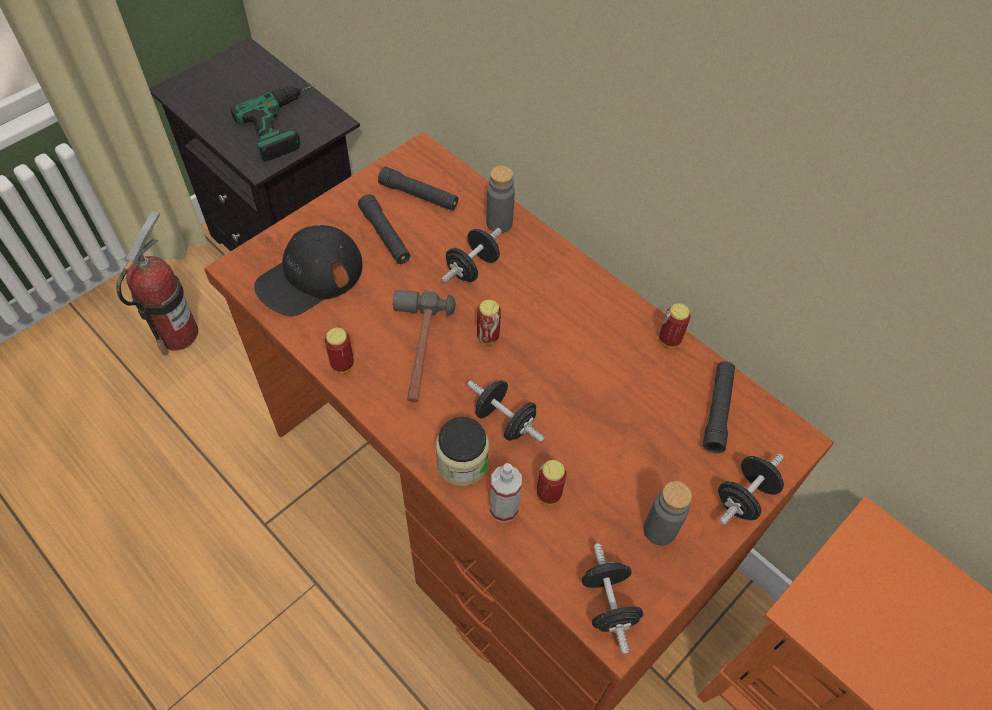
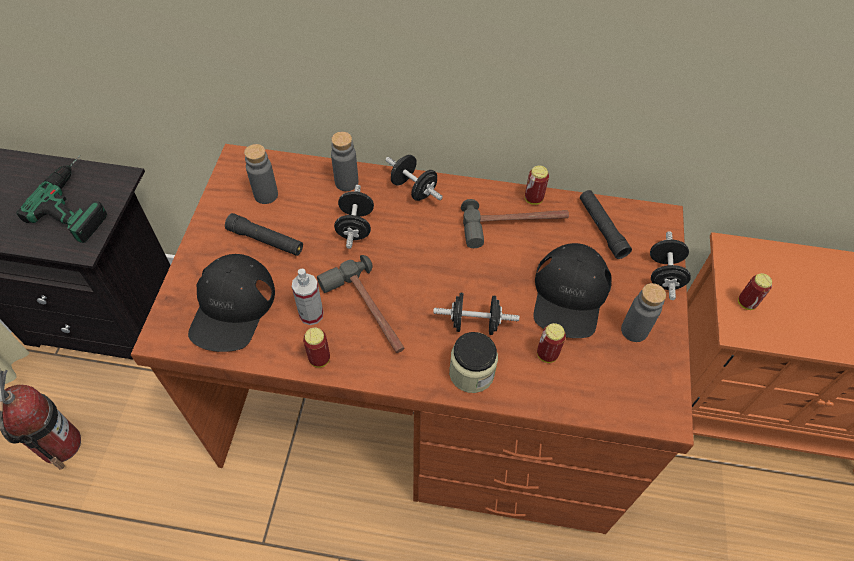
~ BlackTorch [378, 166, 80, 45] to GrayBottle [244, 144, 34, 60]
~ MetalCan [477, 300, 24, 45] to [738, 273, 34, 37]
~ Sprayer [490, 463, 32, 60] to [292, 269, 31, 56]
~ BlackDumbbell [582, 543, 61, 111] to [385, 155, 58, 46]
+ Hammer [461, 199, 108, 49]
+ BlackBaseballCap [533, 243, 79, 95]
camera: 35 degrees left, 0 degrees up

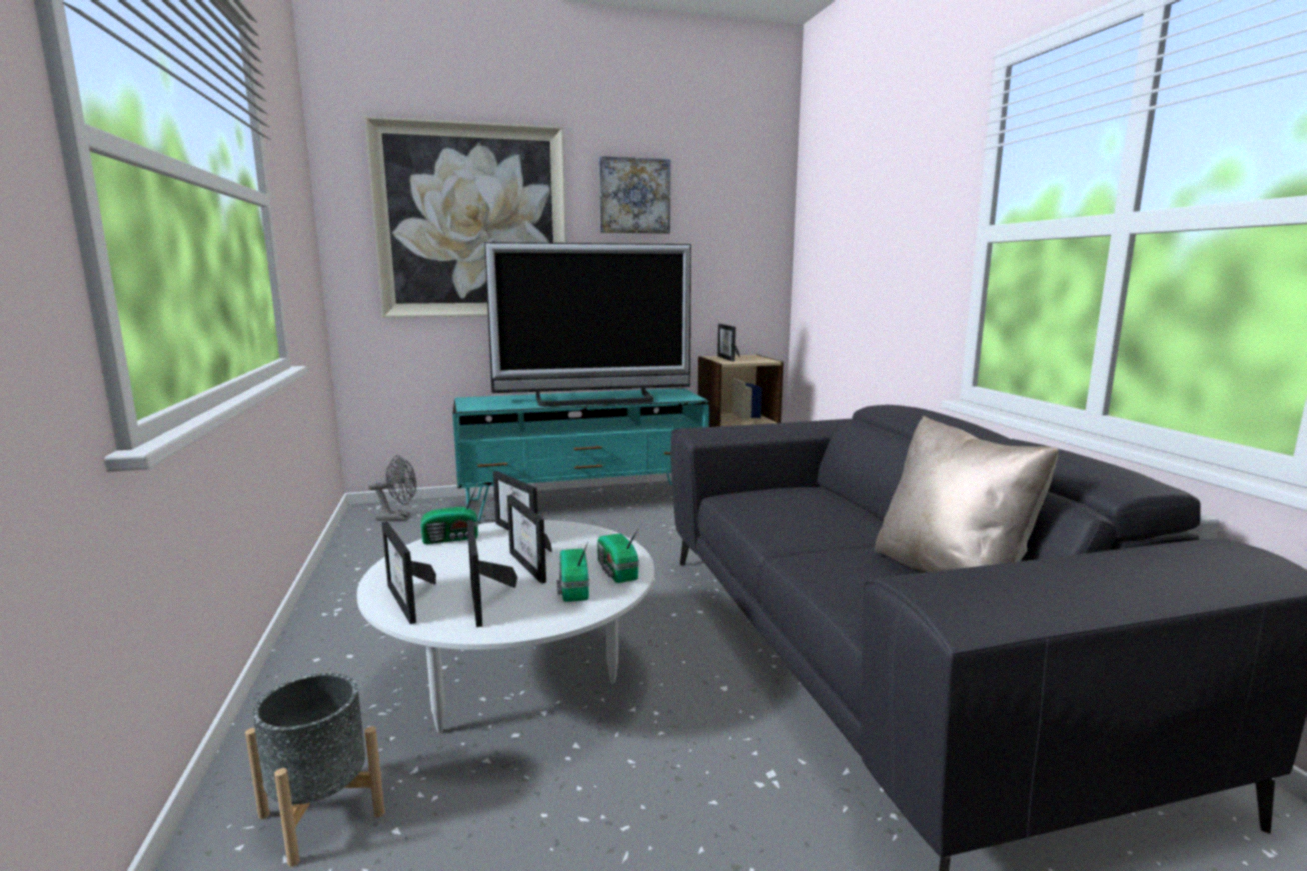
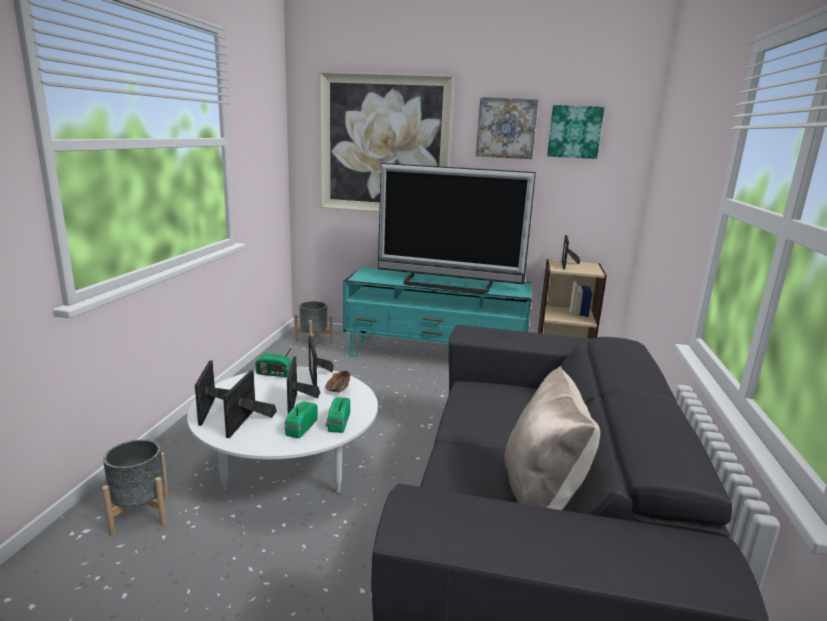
~ GrayElectricFan [368, 455, 48, 66] to GrayFlowerPot [294, 301, 38, 42]
+ Bowl [326, 371, 24, 21]
+ WallPicture [547, 105, 57, 54]
camera: 25 degrees right, 5 degrees up

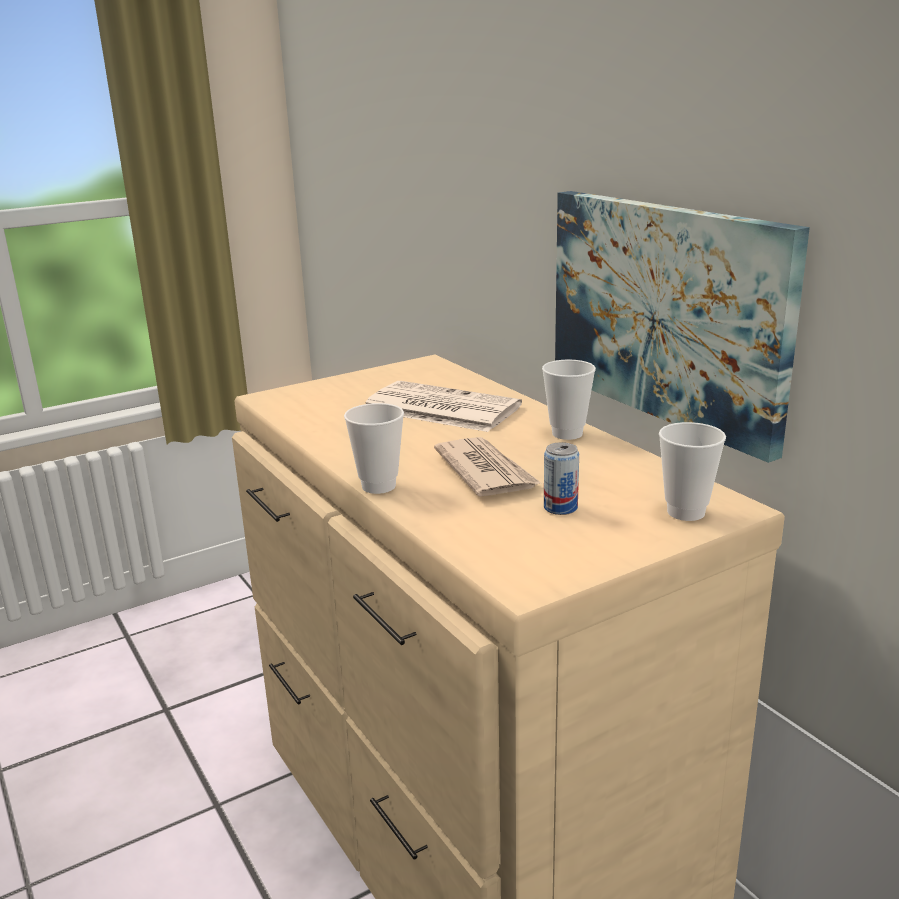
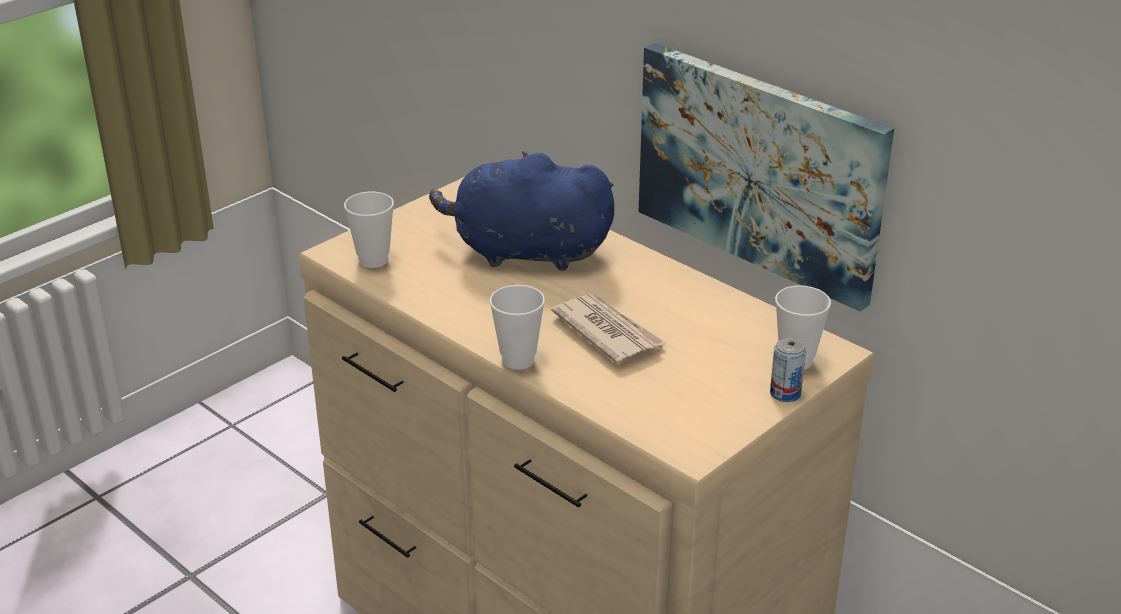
~ Newspaper [365, 381, 157, 51] to BluishPlushToy [429, 151, 185, 120]
~ Cup [542, 359, 54, 81] to [344, 192, 50, 76]
~ MetalCan [544, 442, 35, 73] to [770, 338, 36, 64]
camera: 15 degrees left, 10 degrees up

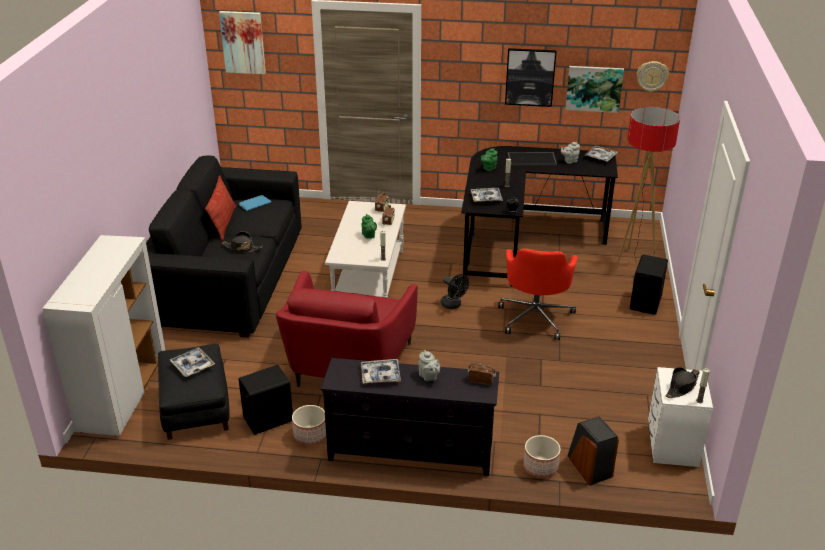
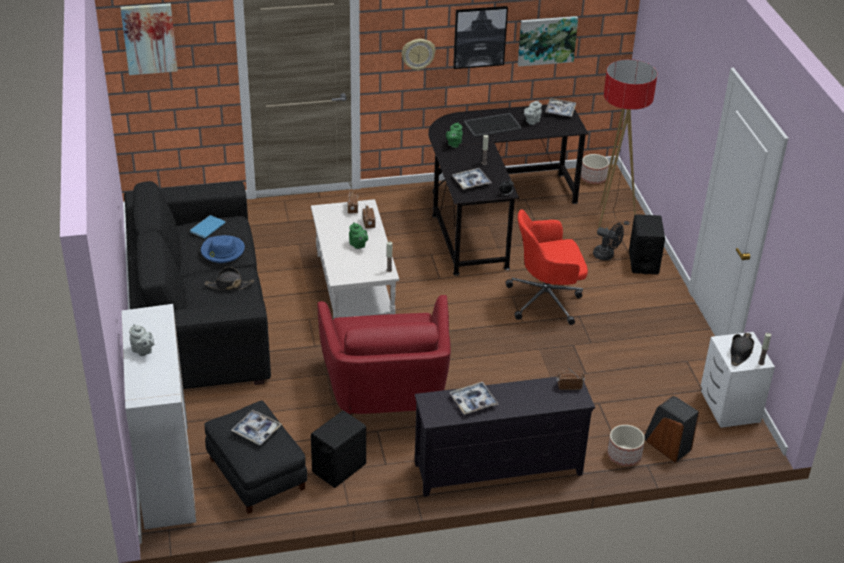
- Cushion [205, 175, 31, 66]
~ FlowerPot [292, 405, 34, 40] to [581, 154, 28, 30]
~ GrayTeapot [418, 350, 22, 31] to [129, 324, 25, 32]
~ BlackElectricFan [441, 274, 28, 35] to [593, 223, 31, 38]
~ ReddishOfficeChair [498, 248, 80, 92] = [505, 210, 83, 115] 90 degrees clockwise
~ WallClock [637, 61, 32, 31] to [402, 39, 34, 32]
+ BluishClothingHat [201, 235, 44, 28]
camera: 20 degrees left, 5 degrees up

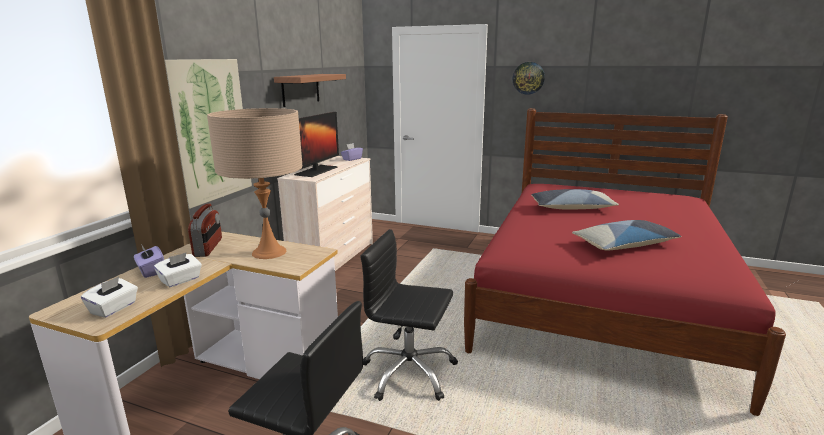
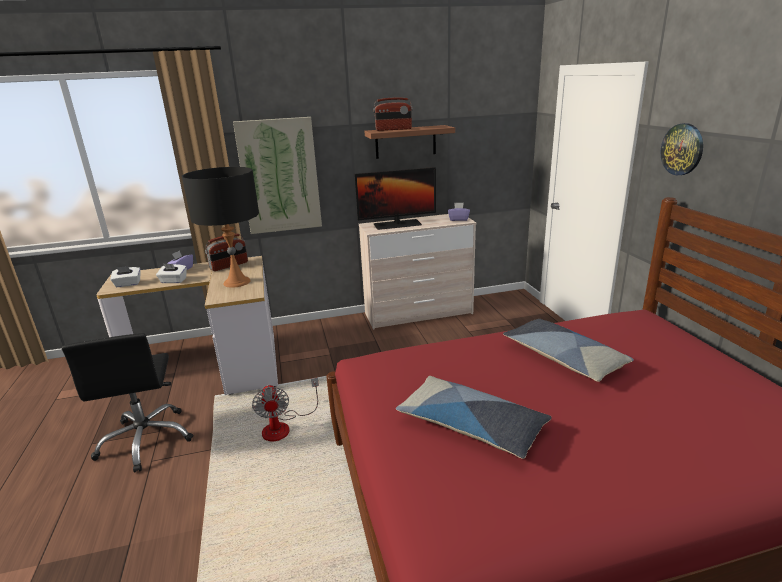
~ BeigeTableLamp [207, 108, 95, 151] to BlackTableLamp [182, 167, 77, 121]
~ BlackOfficeChair [360, 229, 98, 172] to ElectricFan [252, 378, 67, 63]
+ RadioSet [373, 97, 40, 34]
camera: 55 degrees right, 5 degrees up

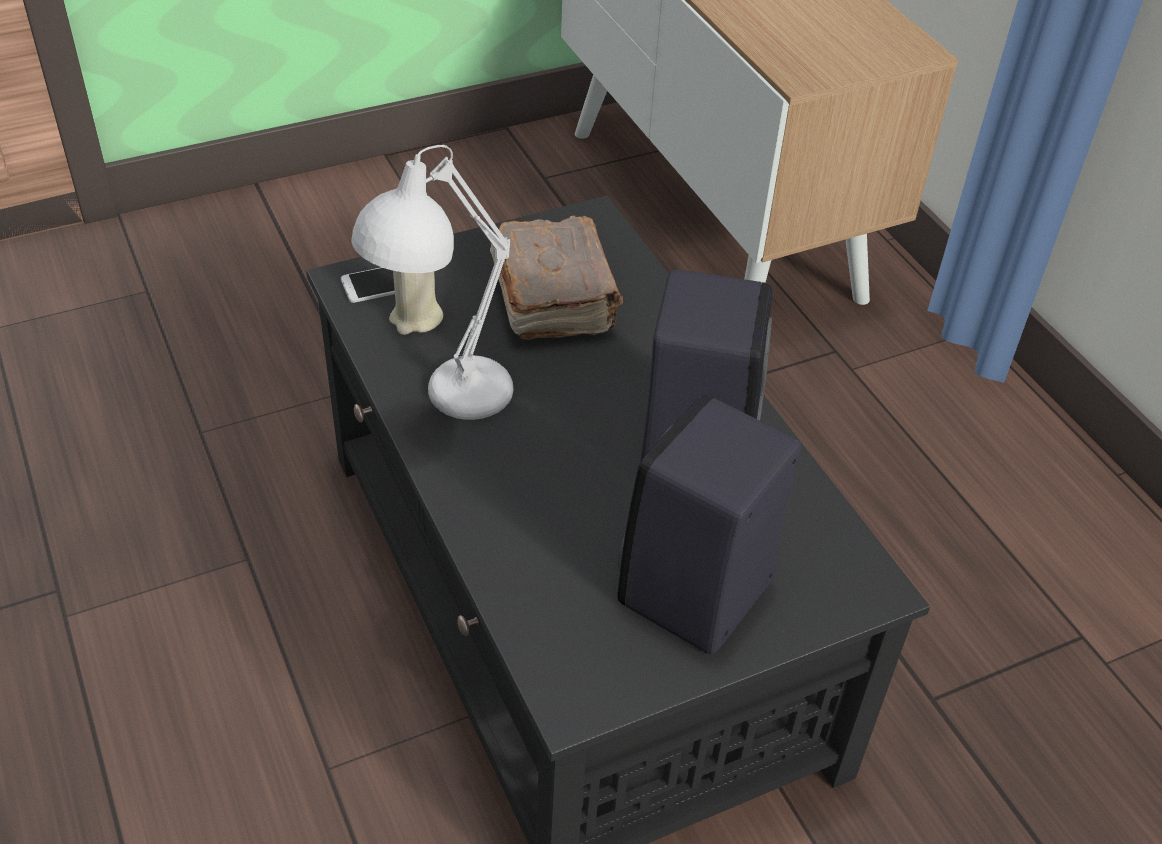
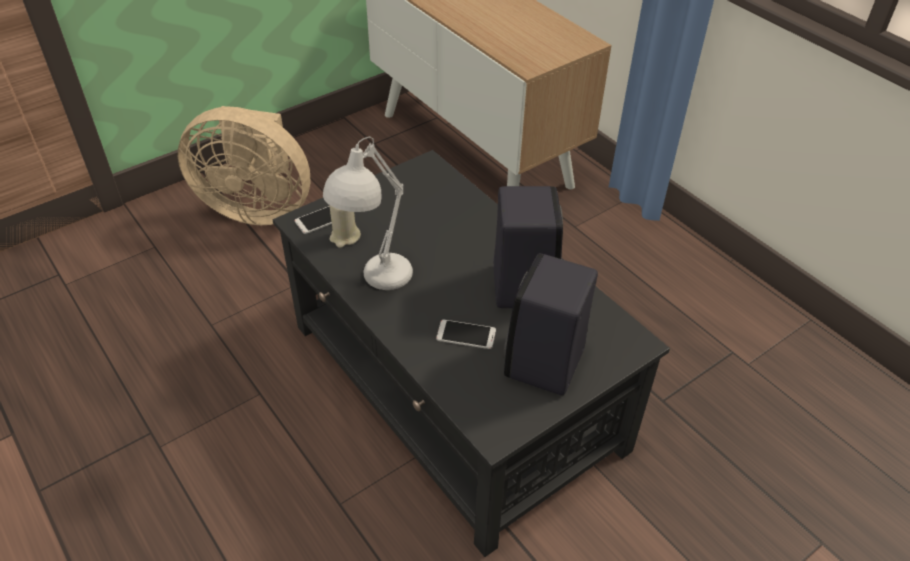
- BrownColouredBook [490, 216, 133, 124]
+ BeigeElectricFan [178, 106, 133, 119]
+ Handset [436, 320, 60, 29]
camera: 10 degrees left, 0 degrees up

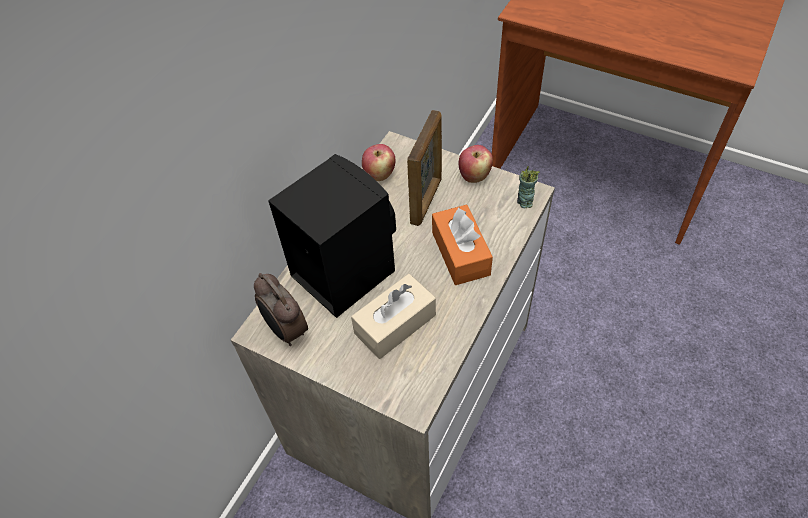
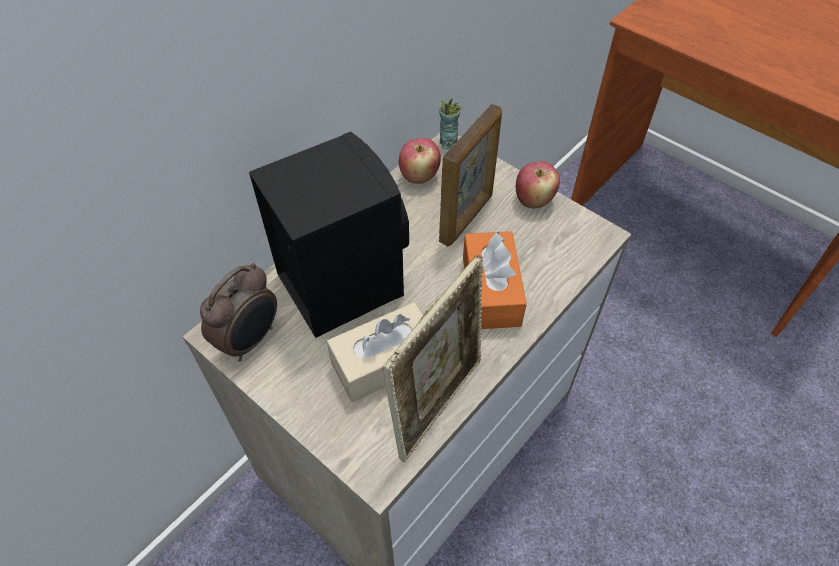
~ AlarmClock [254, 273, 54, 73] = [200, 263, 77, 98] 120 degrees counterclockwise
~ Cup [517, 166, 23, 42] to [439, 99, 24, 51]
+ PhotoFrame [382, 255, 101, 207]
camera: 10 degrees right, 0 degrees up

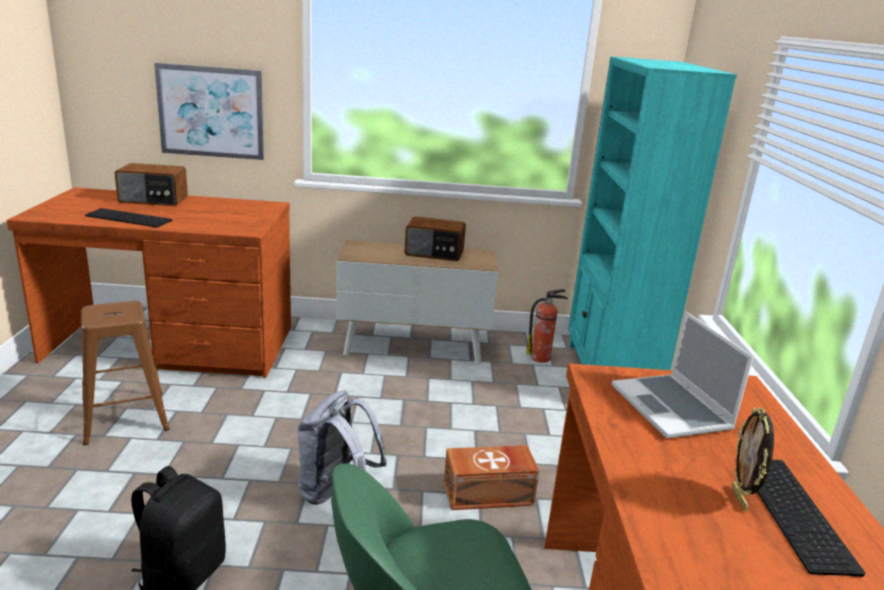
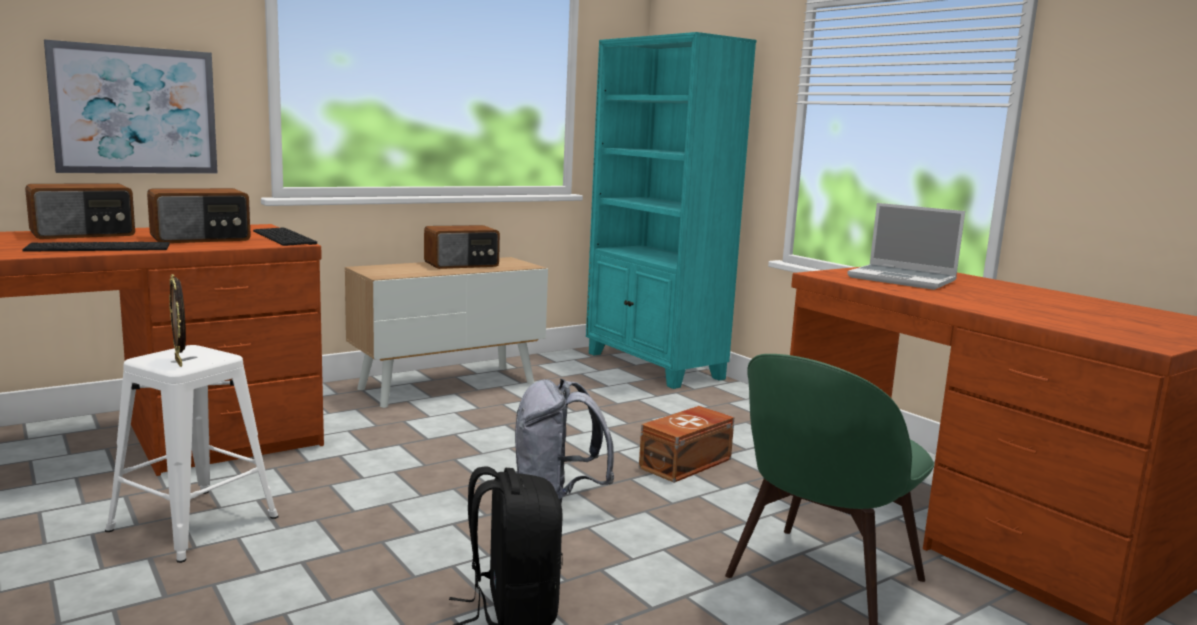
~ BrownColouredStool [81, 301, 89, 144] to WhiteStool [105, 345, 174, 218]
- Extinguisher [526, 289, 42, 74]
~ PhotoFrame [731, 407, 43, 104] to [169, 274, 17, 93]
~ Keyboard [757, 460, 108, 117] to [253, 227, 64, 19]
+ RadioSet [147, 188, 104, 55]
camera: 35 degrees left, 10 degrees down

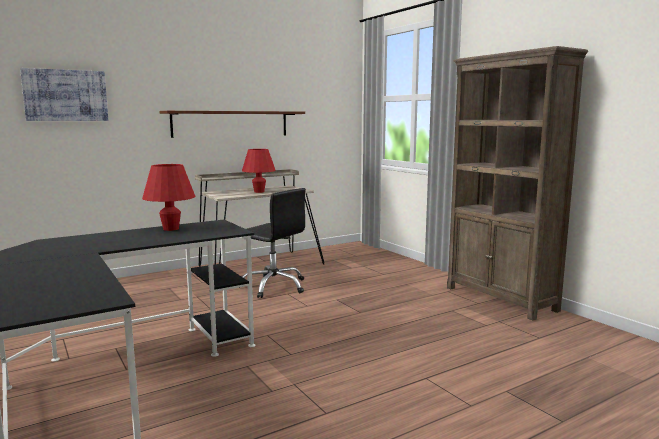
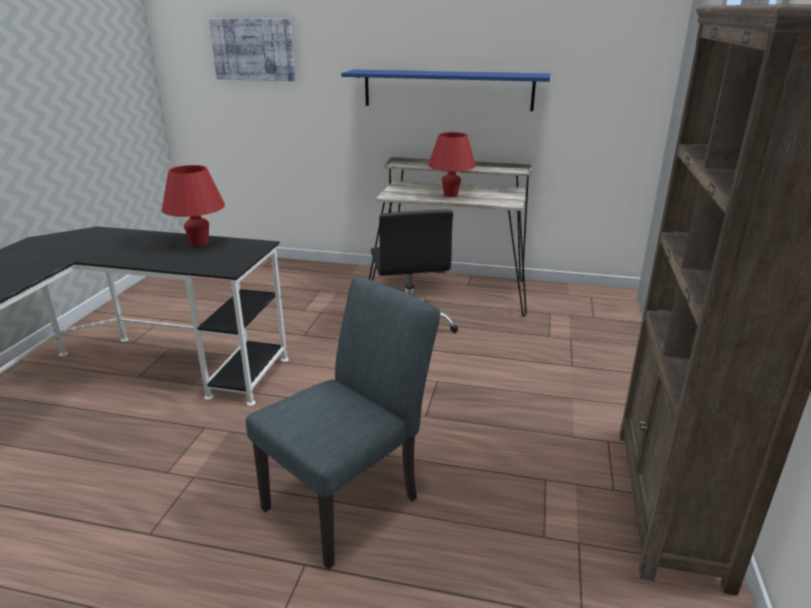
~ BrownColouredWallShelf [159, 111, 146, 27] to BluishWallShelf [341, 70, 210, 41]
+ GrayPlainChair [246, 276, 194, 294]
camera: 45 degrees right, 15 degrees up

